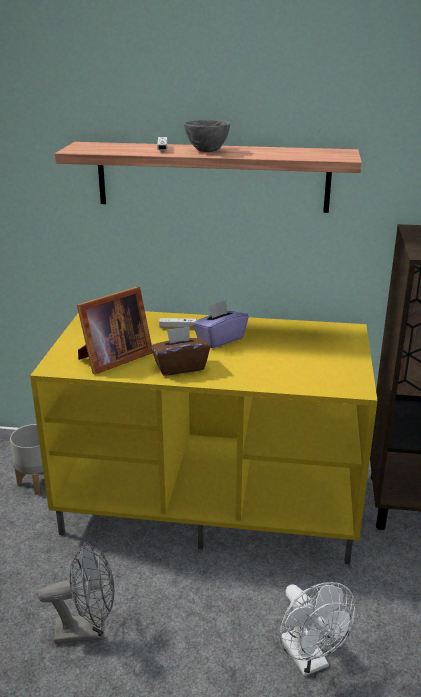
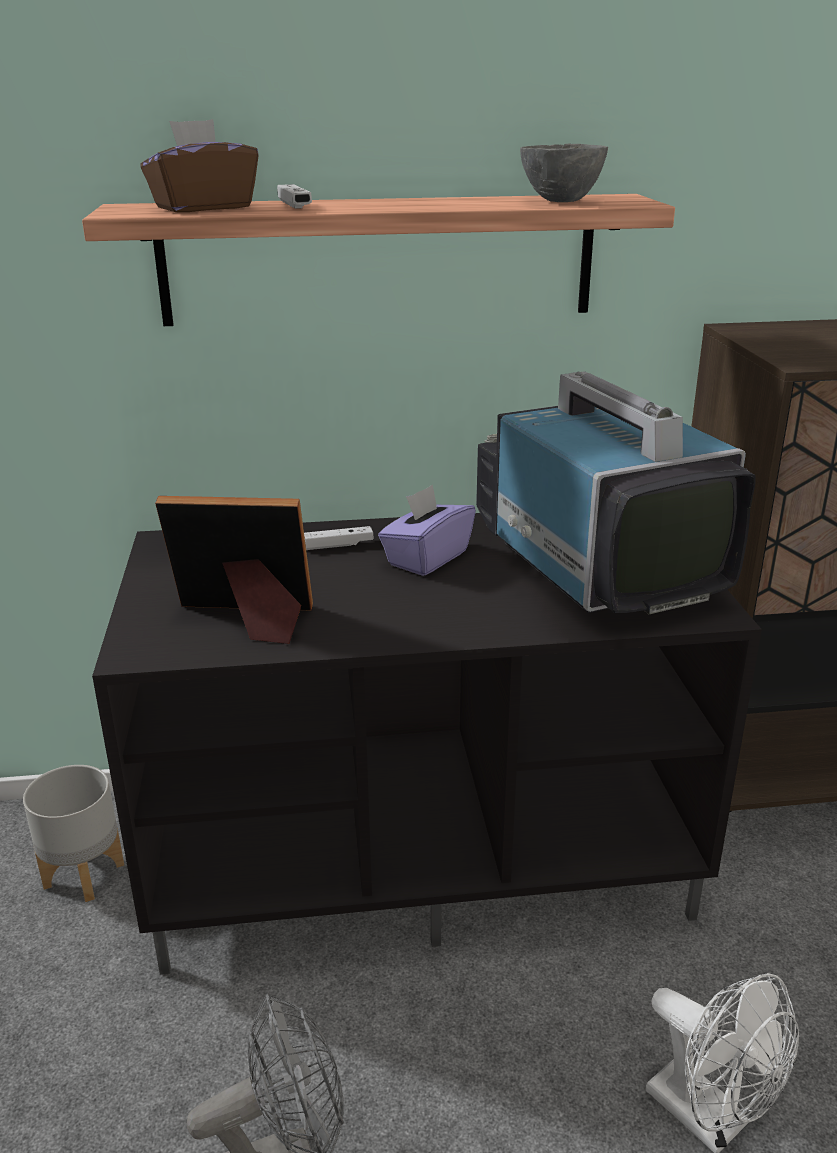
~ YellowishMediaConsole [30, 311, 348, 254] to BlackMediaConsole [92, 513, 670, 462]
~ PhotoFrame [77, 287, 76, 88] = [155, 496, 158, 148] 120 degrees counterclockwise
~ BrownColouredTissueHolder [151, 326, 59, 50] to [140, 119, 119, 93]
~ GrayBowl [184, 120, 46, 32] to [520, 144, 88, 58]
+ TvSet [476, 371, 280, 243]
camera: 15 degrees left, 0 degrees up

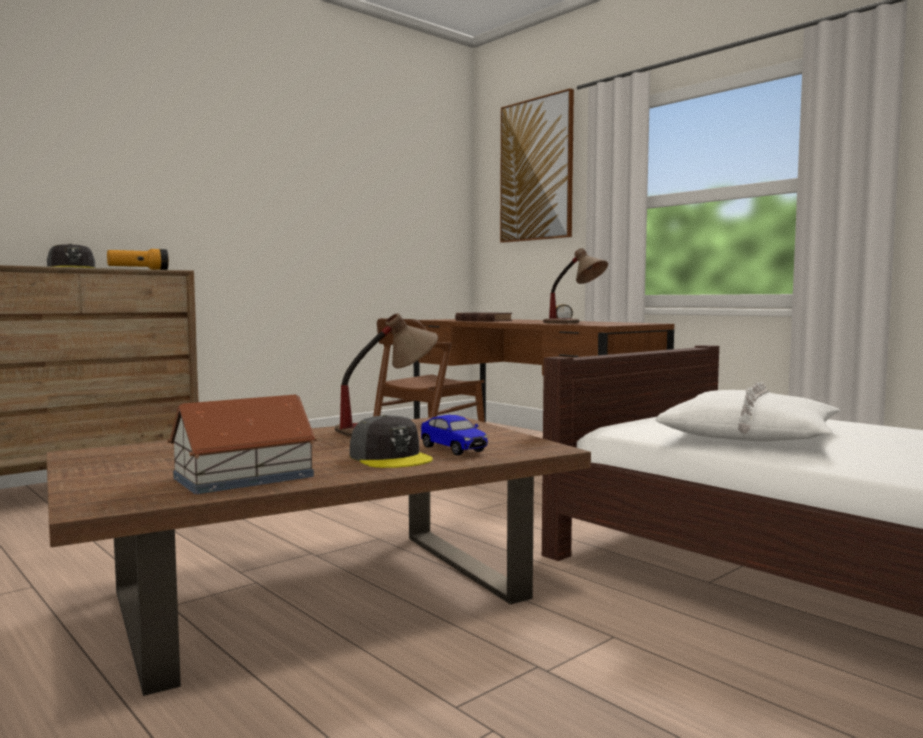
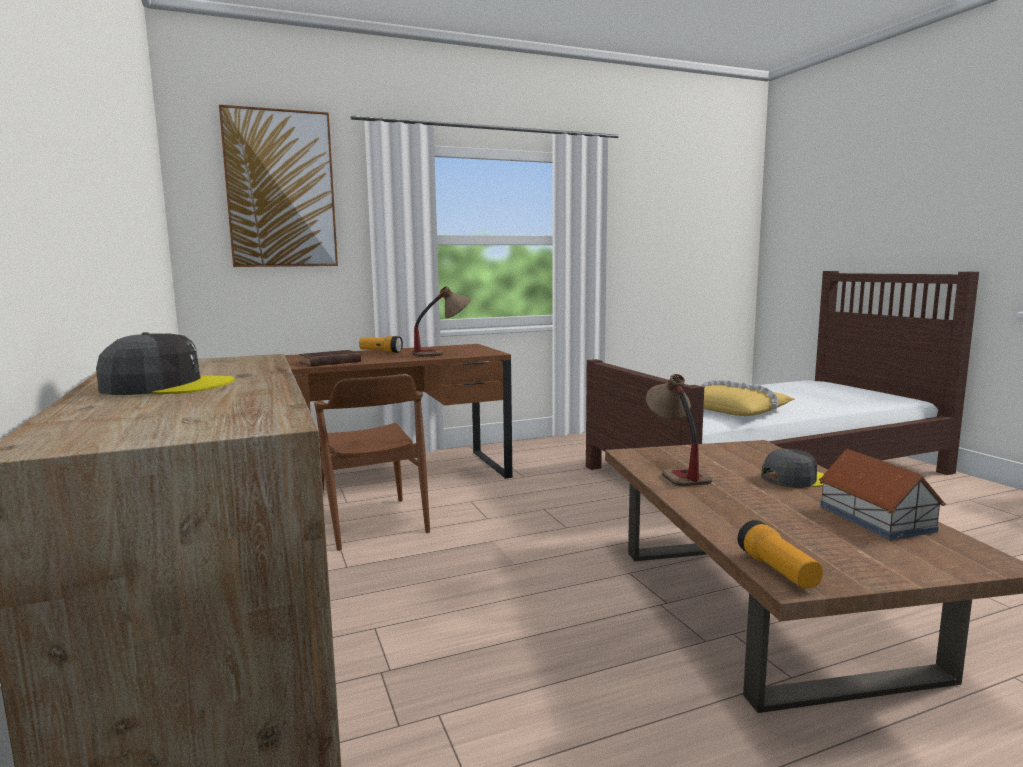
~ Torch [107, 249, 62, 21] to [738, 520, 85, 68]
- MiniatureCar [421, 415, 67, 41]
~ WhiteCushion [655, 382, 186, 59] to YellowishCushion [701, 379, 94, 37]
camera: 70 degrees left, 5 degrees up

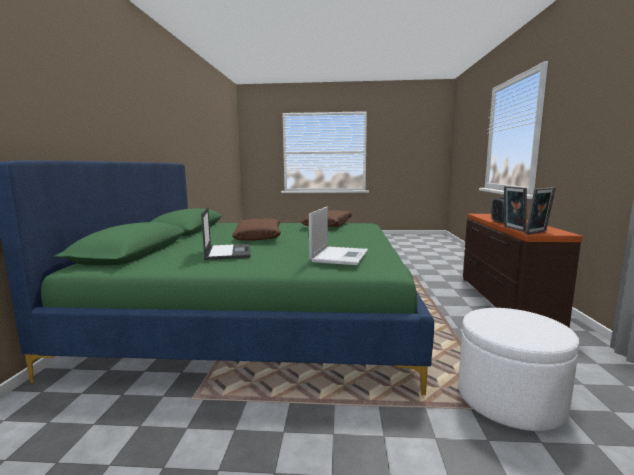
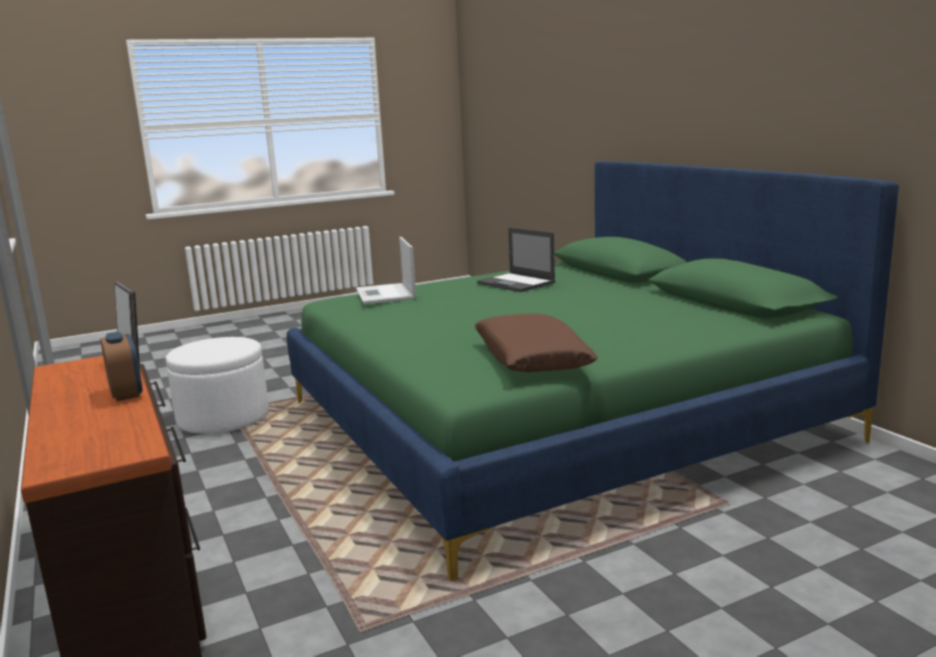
- BrownColouredCushion [232, 219, 49, 22]
- PhotoFrame [525, 188, 31, 46]
camera: 150 degrees right, 5 degrees up

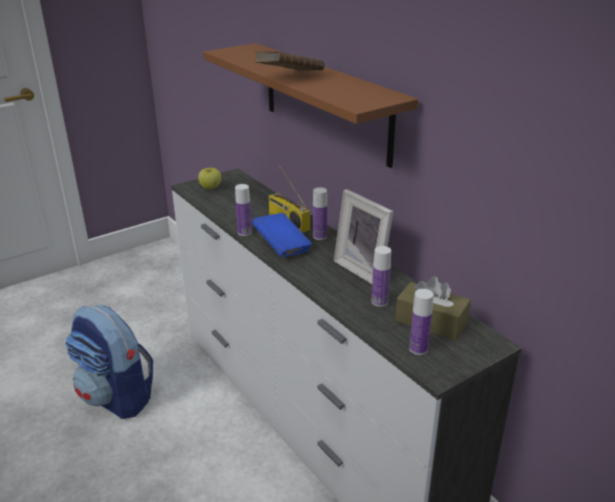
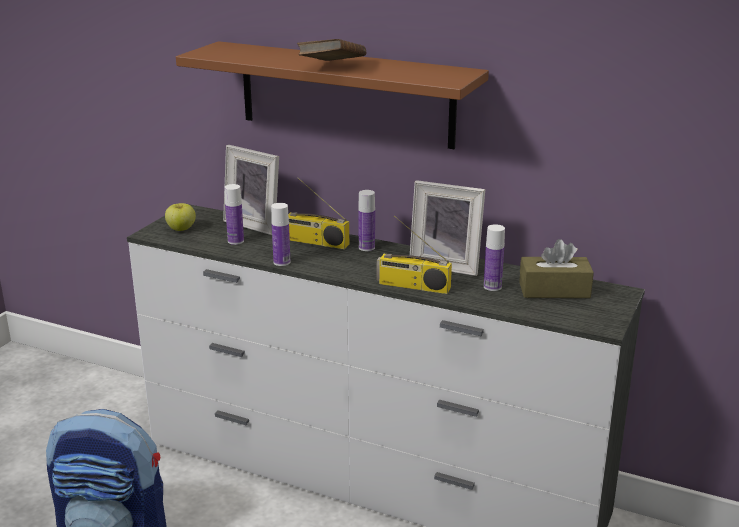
- BluishBook [252, 213, 60, 44]
~ Bottle [409, 289, 25, 66] to [224, 184, 20, 61]
+ PhotoFrame [223, 145, 56, 90]
+ RadioSet [377, 216, 75, 78]
camera: 30 degrees left, 5 degrees down

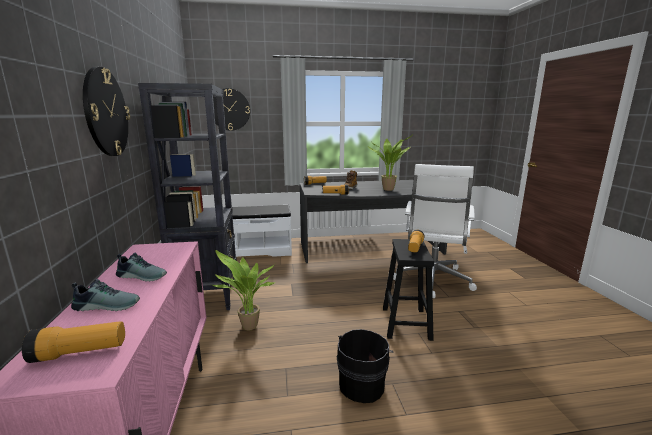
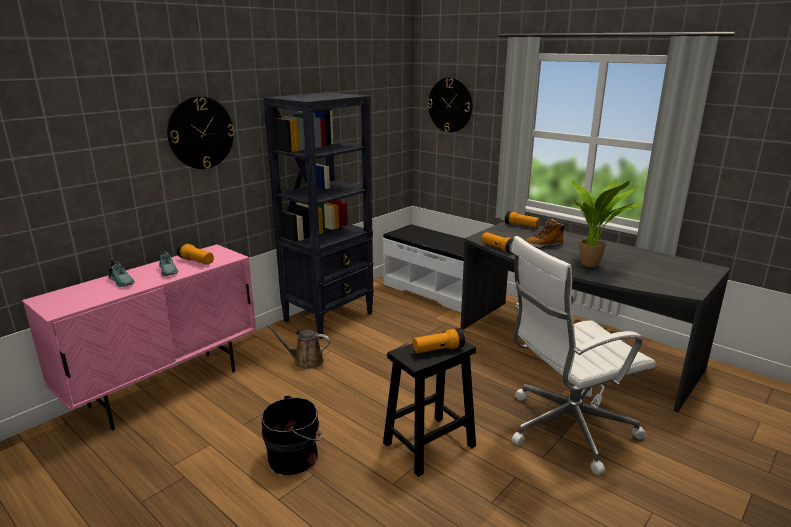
~ Torch [22, 321, 103, 42] to [177, 243, 37, 22]
~ Houseplant [212, 250, 64, 80] to BrownColouredWateringCan [266, 325, 64, 44]
camera: 50 degrees right, 5 degrees up

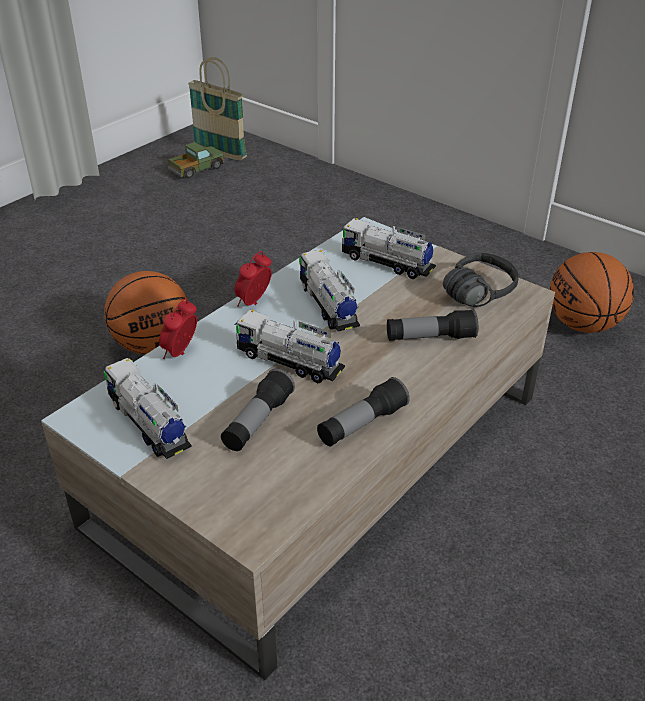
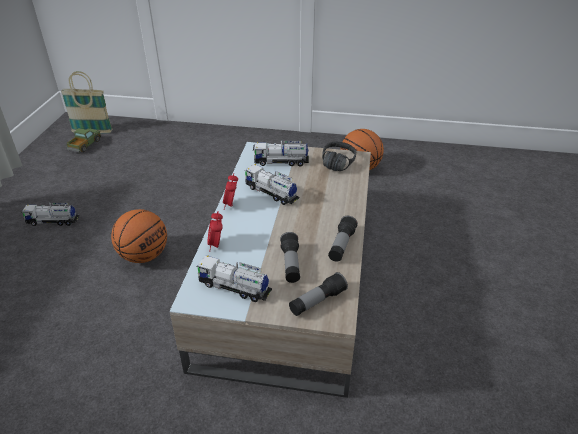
~ ToyTruck [235, 310, 110, 73] to [22, 202, 57, 24]
~ Torch [387, 309, 91, 32] to [289, 272, 59, 44]
camera: 30 degrees left, 0 degrees up

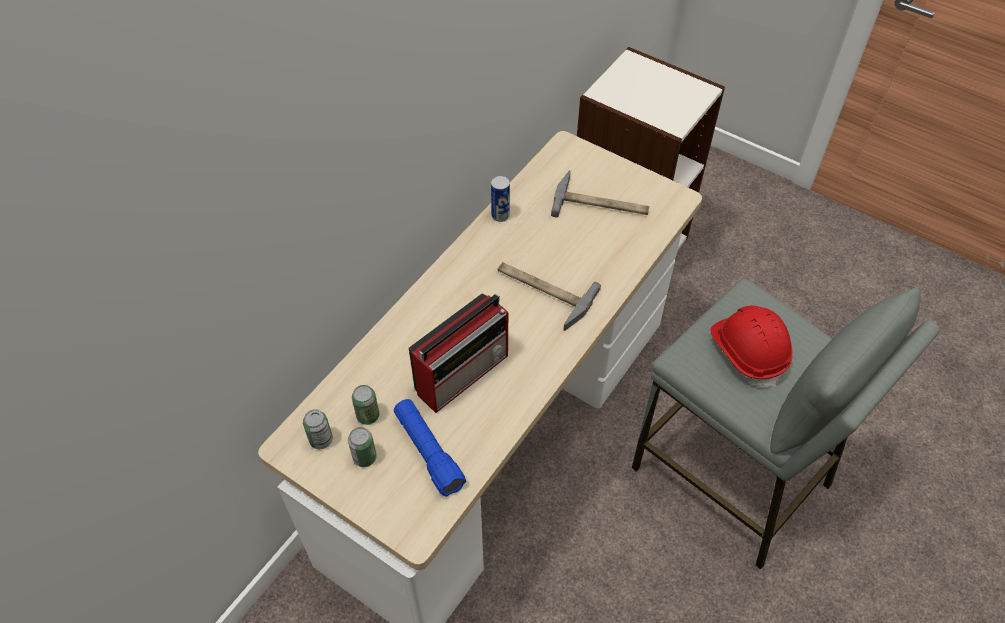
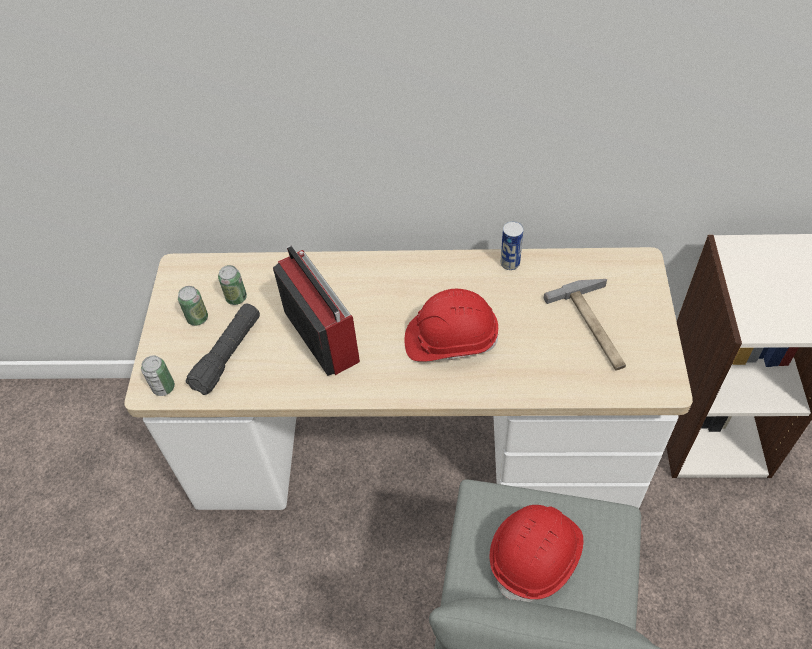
~ MetalCan [303, 409, 30, 40] to [141, 355, 34, 41]
~ BluishTorch [394, 399, 72, 98] to BlackTorch [186, 303, 74, 92]
~ RadioSet [409, 294, 99, 119] = [273, 245, 87, 131] 135 degrees counterclockwise
~ Hammer [498, 262, 103, 69] to ReddishWorkHelmet [404, 289, 94, 73]
camera: 60 degrees right, 0 degrees up

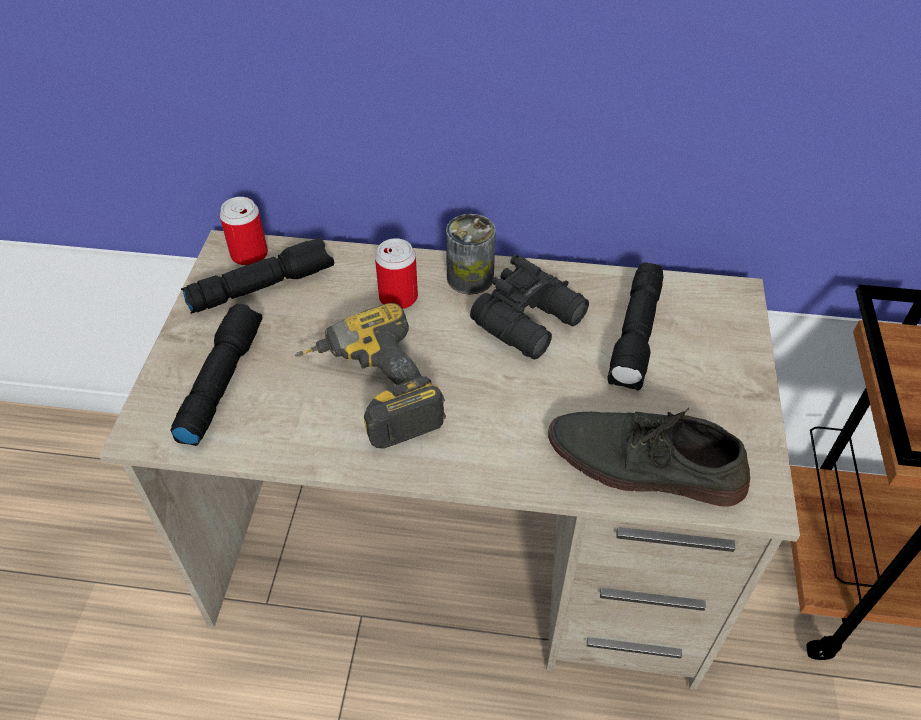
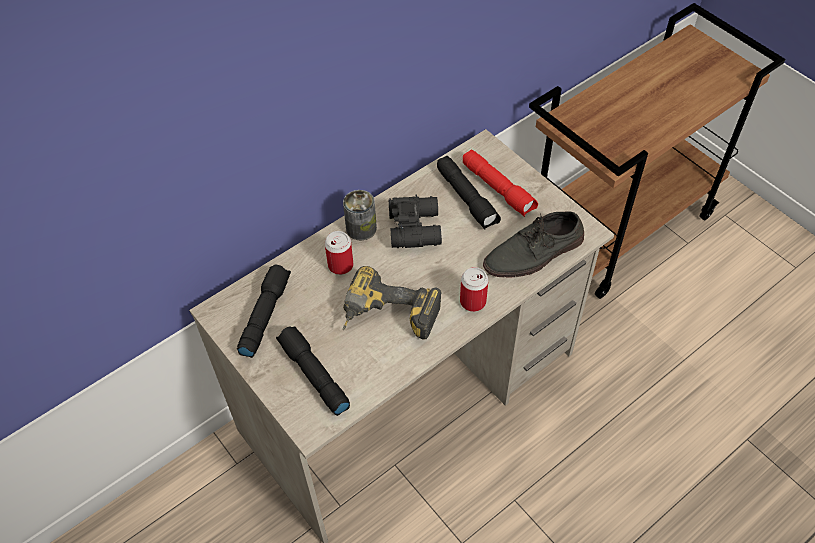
~ MetalCan [219, 197, 49, 69] to [460, 267, 29, 45]
+ ReddishTorch [463, 150, 75, 67]
camera: 45 degrees left, 5 degrees up

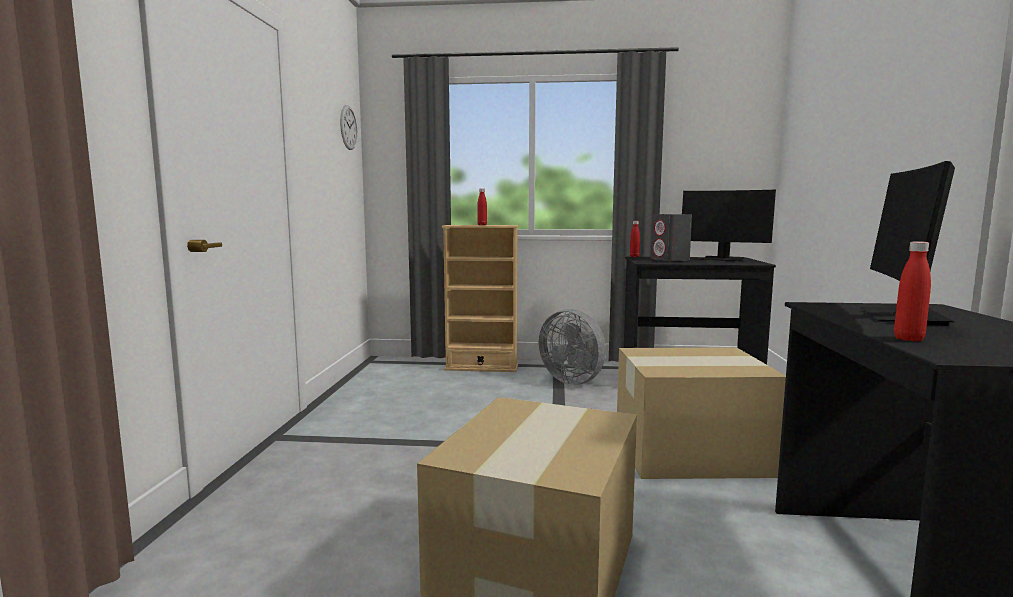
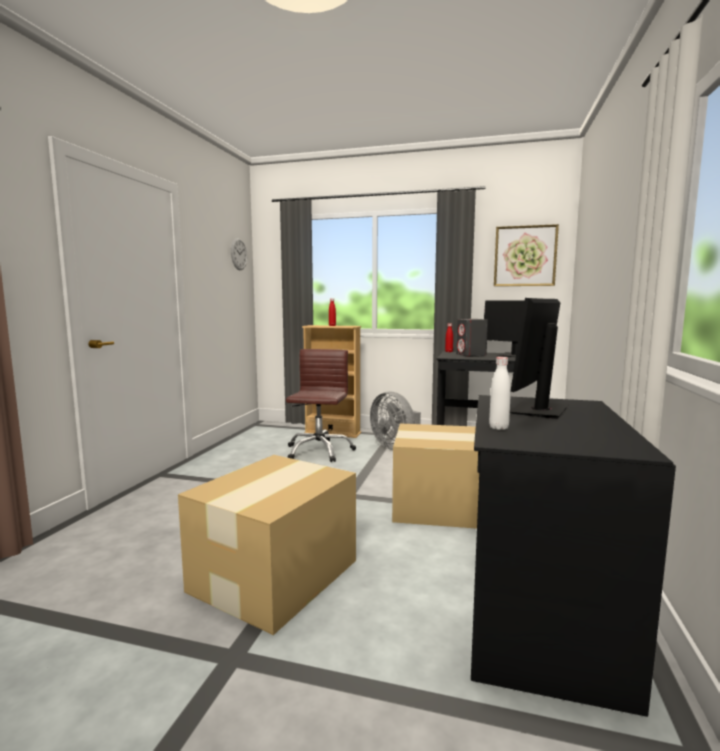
~ ReddishBottle [894, 241, 37, 100] to WhiteBottle [489, 357, 22, 73]
+ BrownColouredOfficeChair [286, 349, 70, 113]
+ WallPicture [494, 224, 65, 62]
camera: 10 degrees right, 0 degrees up

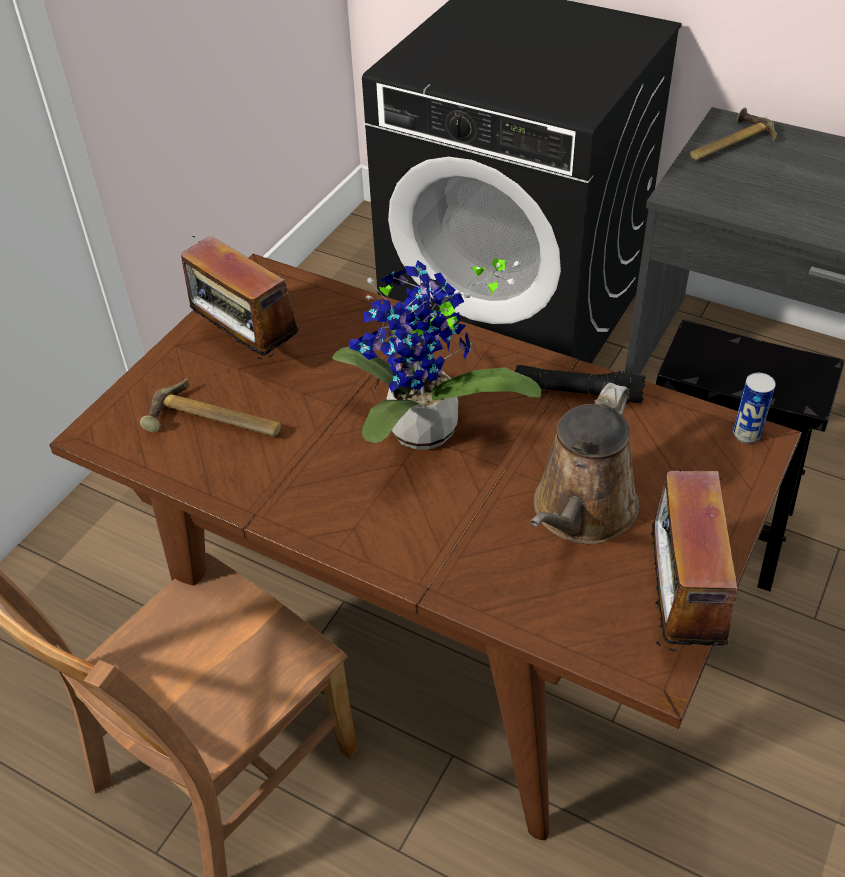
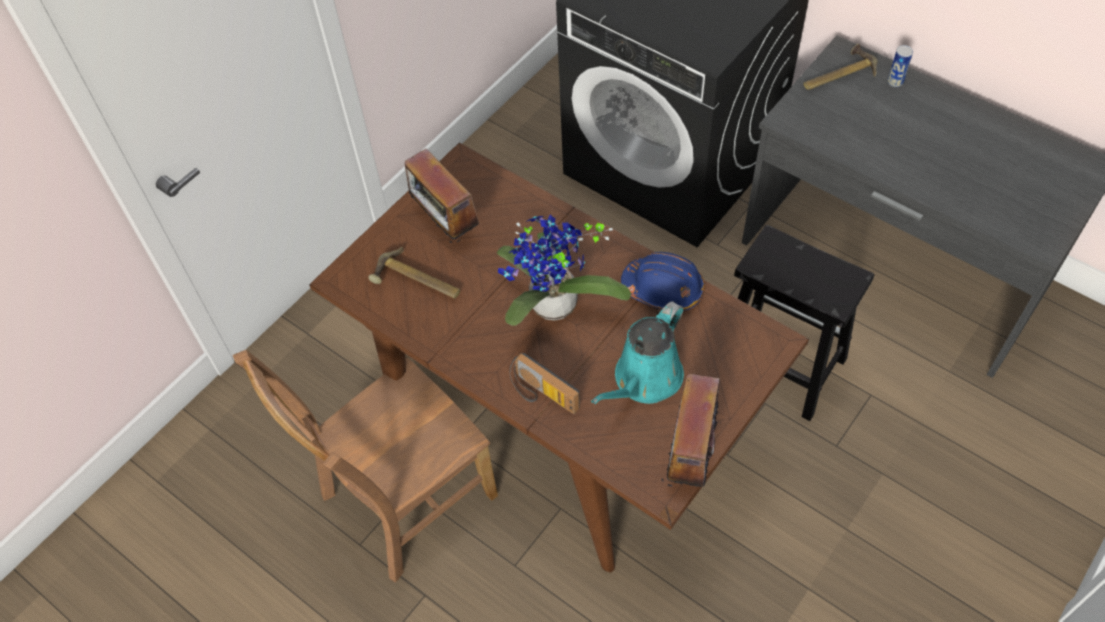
~ BlackTorch [515, 365, 131, 39] to BluishWorkHelmet [621, 252, 84, 59]
~ BrownColouredWateringCan [530, 383, 109, 161] to TurquoiseColouredWateringCan [591, 301, 93, 103]
~ MetalCan [733, 373, 43, 71] to [888, 45, 25, 42]
+ RadioSet [510, 353, 70, 61]
camera: 10 degrees right, 10 degrees up

